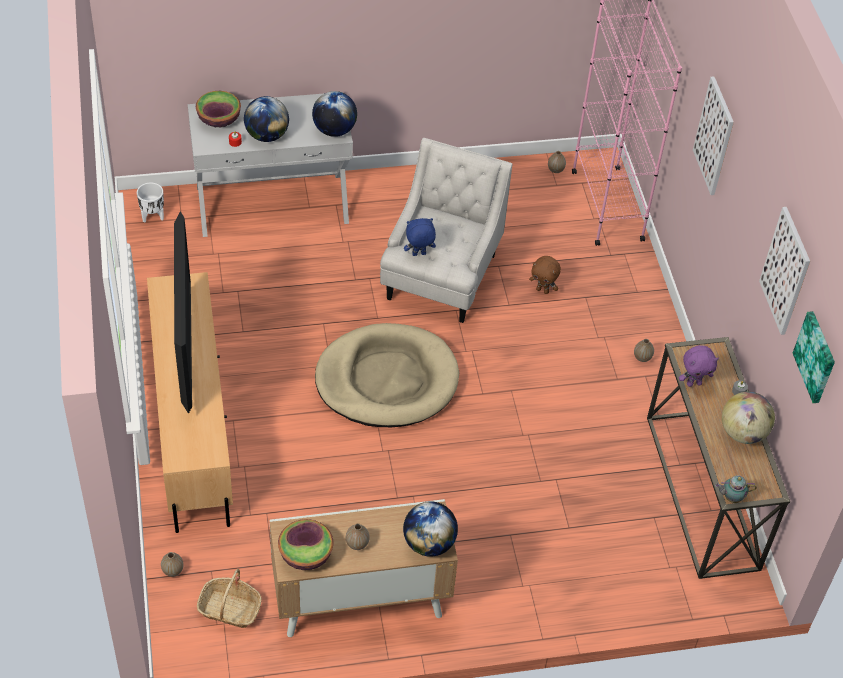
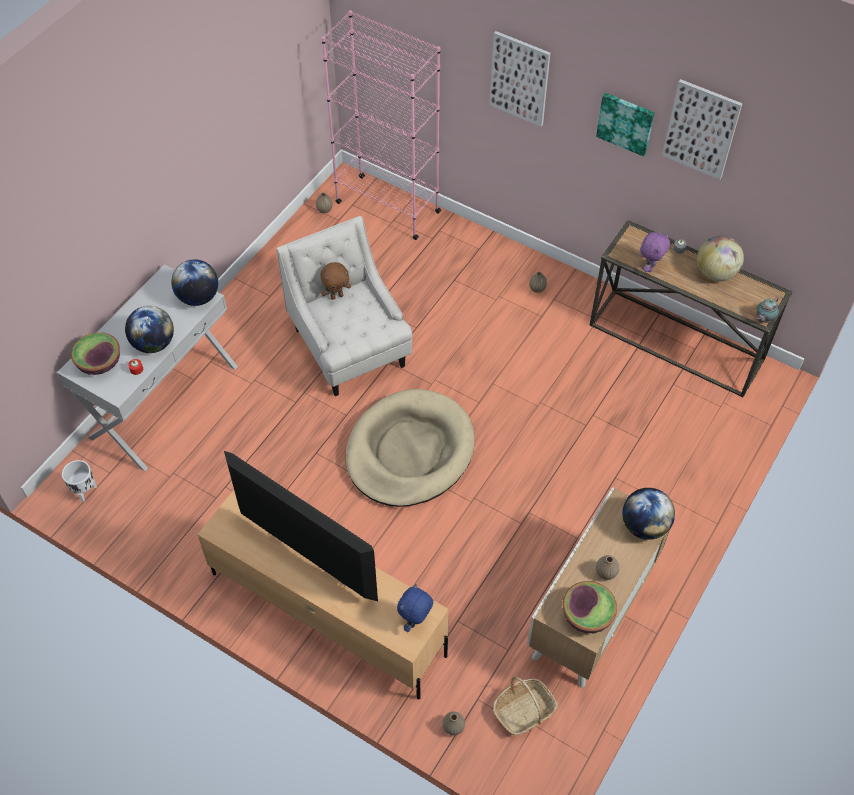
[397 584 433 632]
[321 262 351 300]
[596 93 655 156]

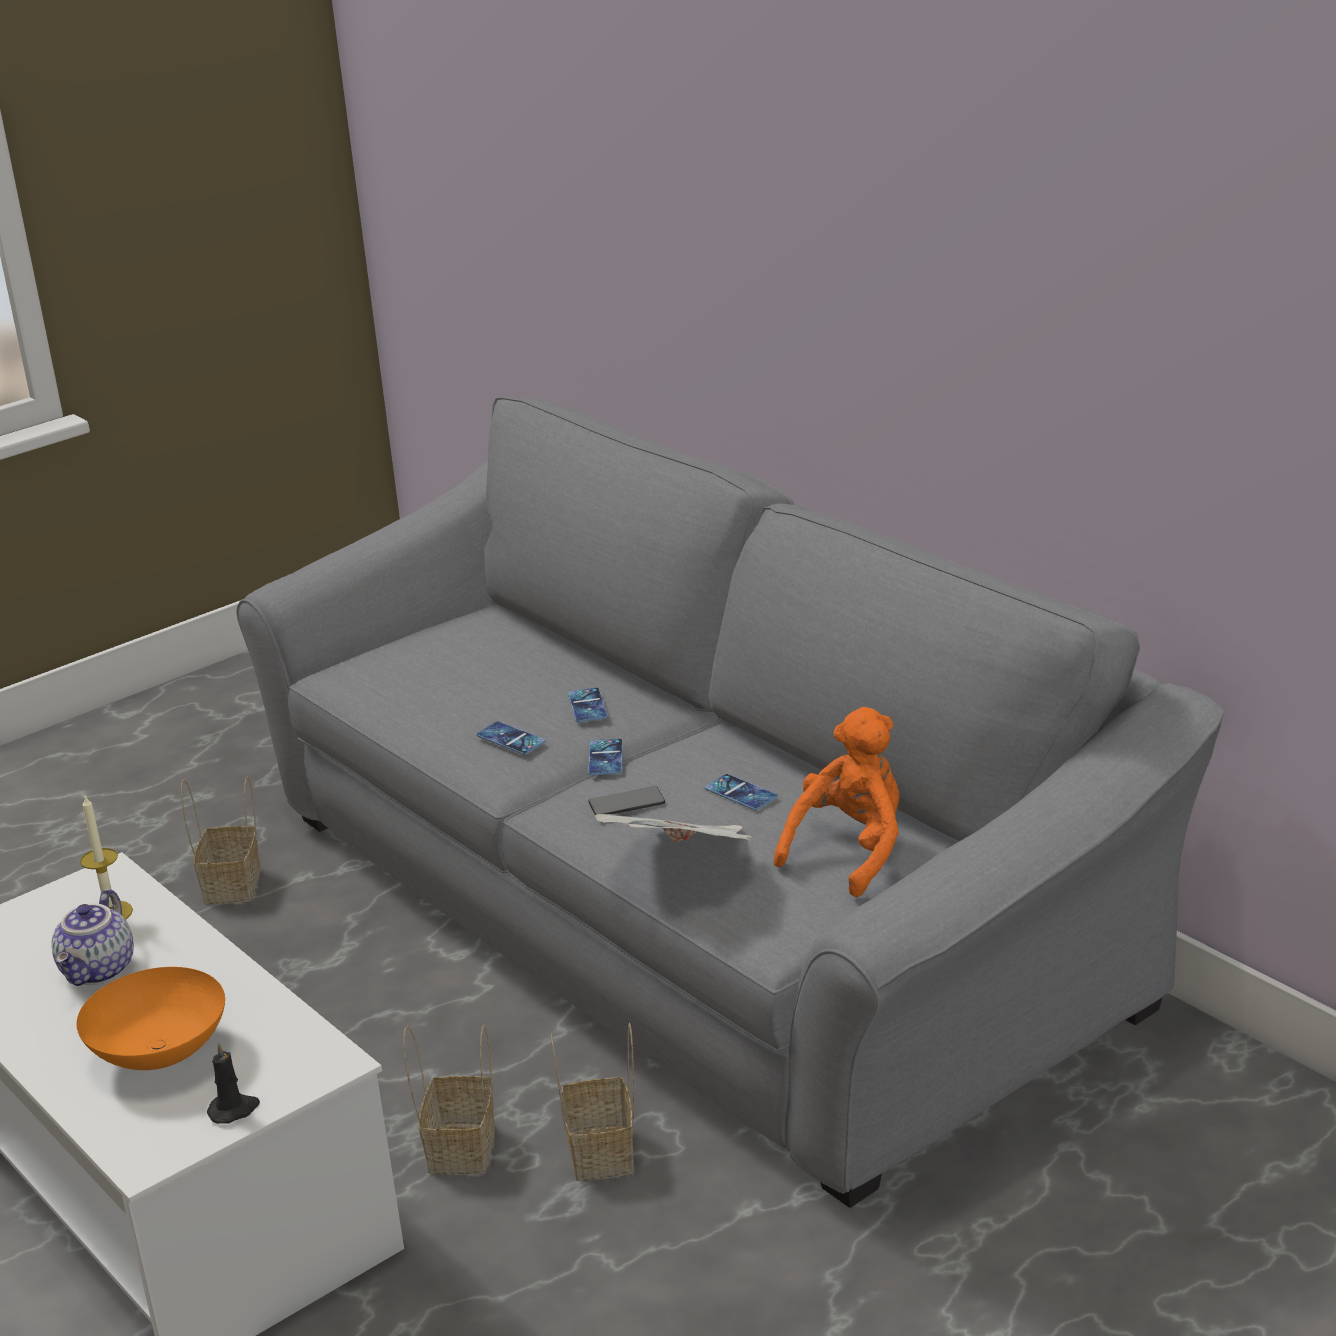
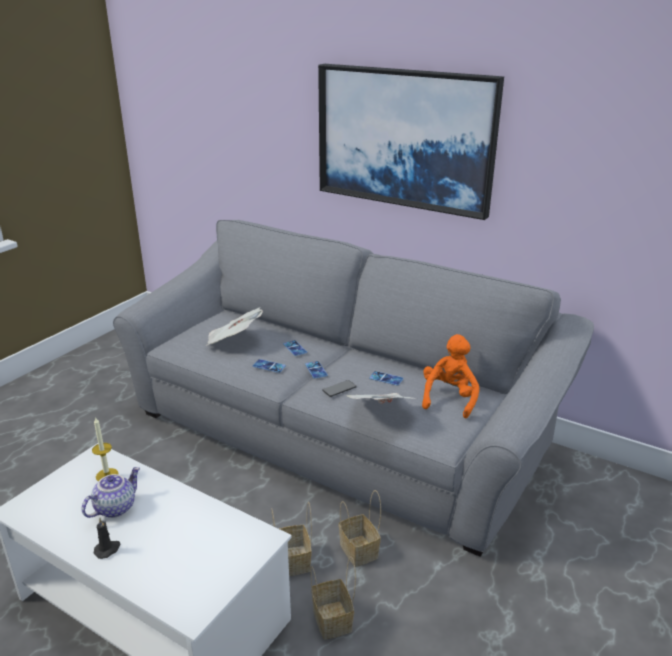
[82 467 140 518]
[76 967 225 1070] (first image)
[311 556 356 640]
[94 518 120 559]
[206 307 263 346]
[318 64 504 220]

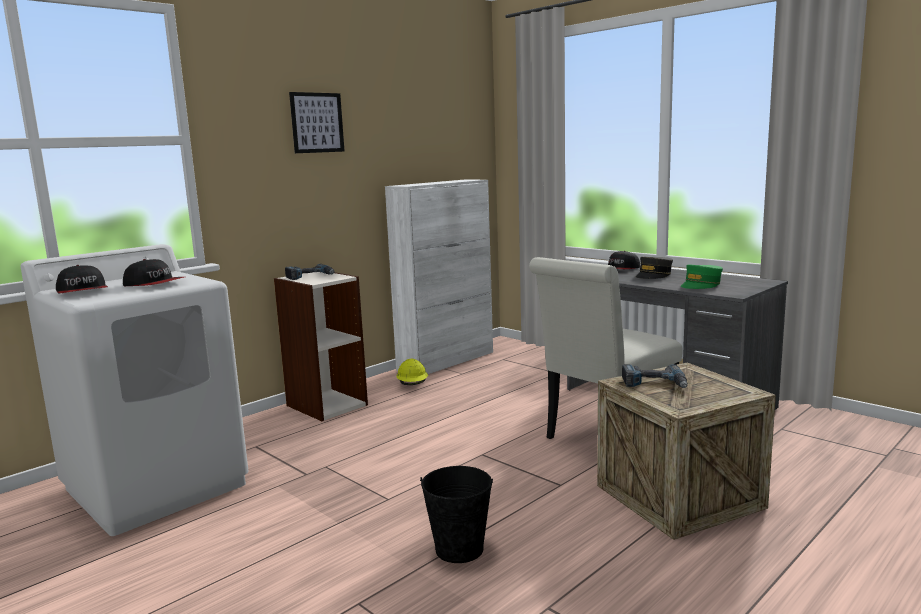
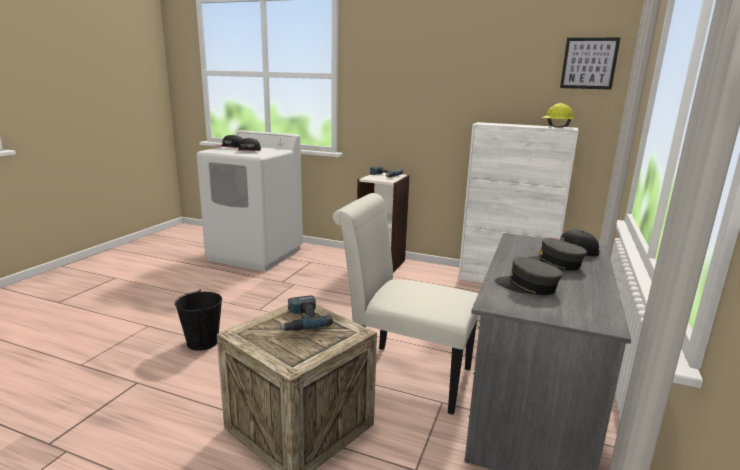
[560 38 620 90]
[542 103 574 127]
[495 257 563 295]

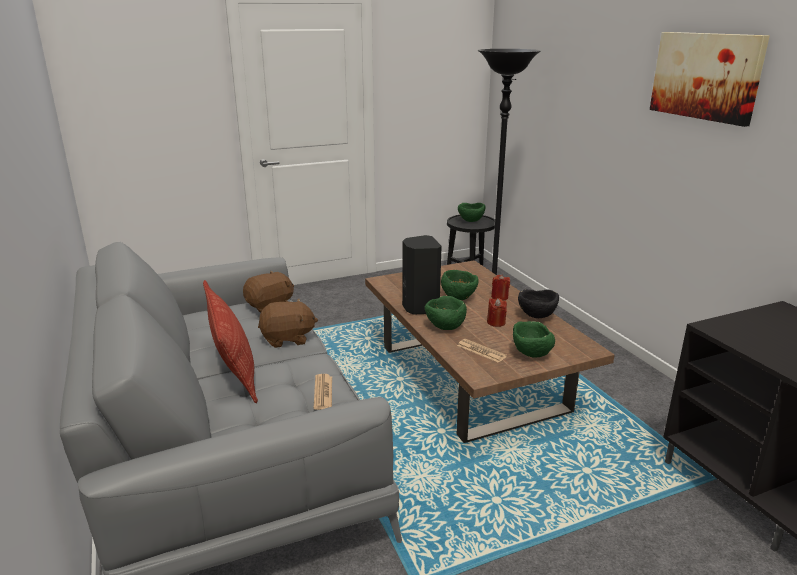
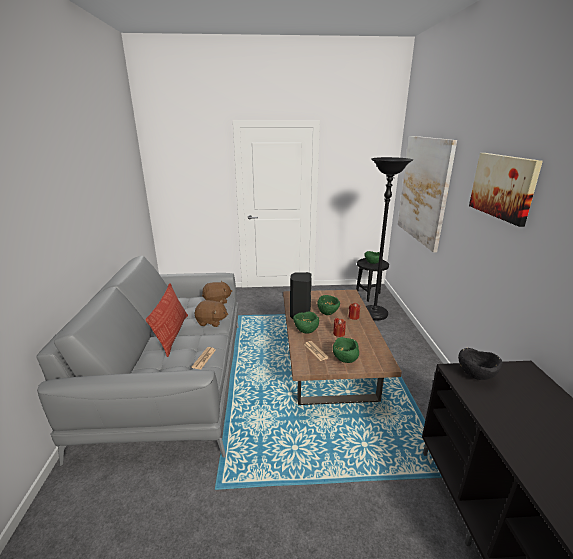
[458 348 503 380]
[398 136 457 253]

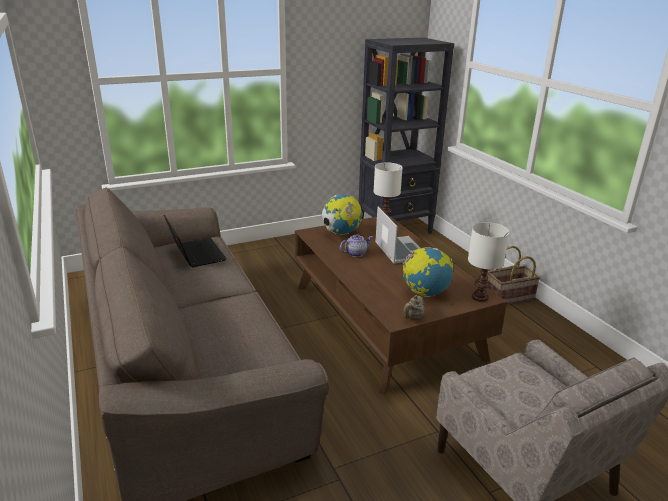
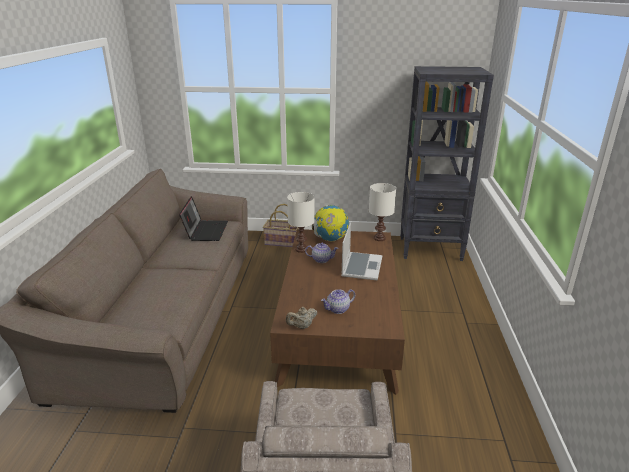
[321 289 355 314]
[287 192 315 253]
[263 204 299 247]

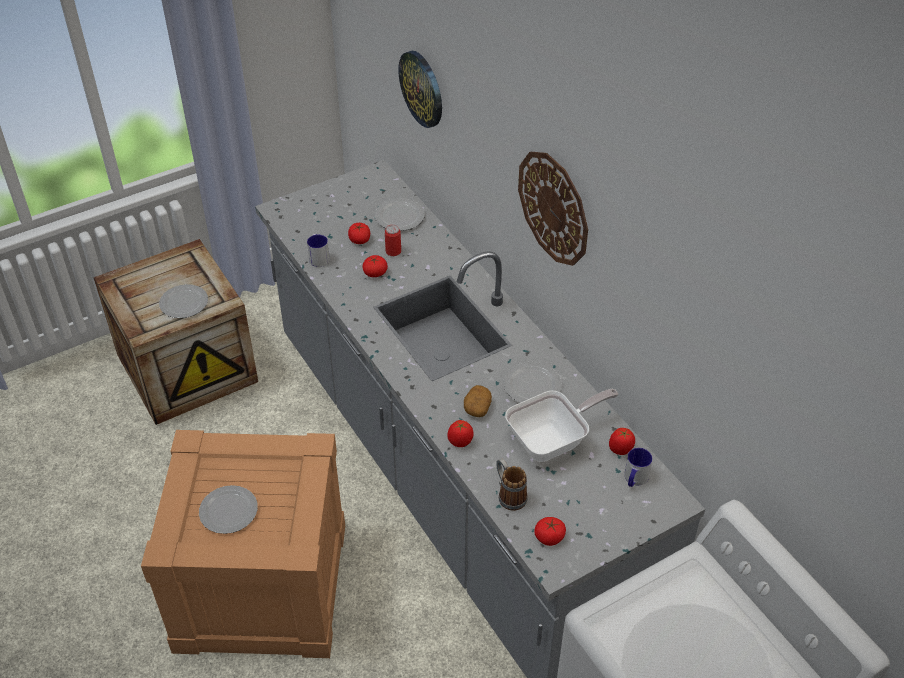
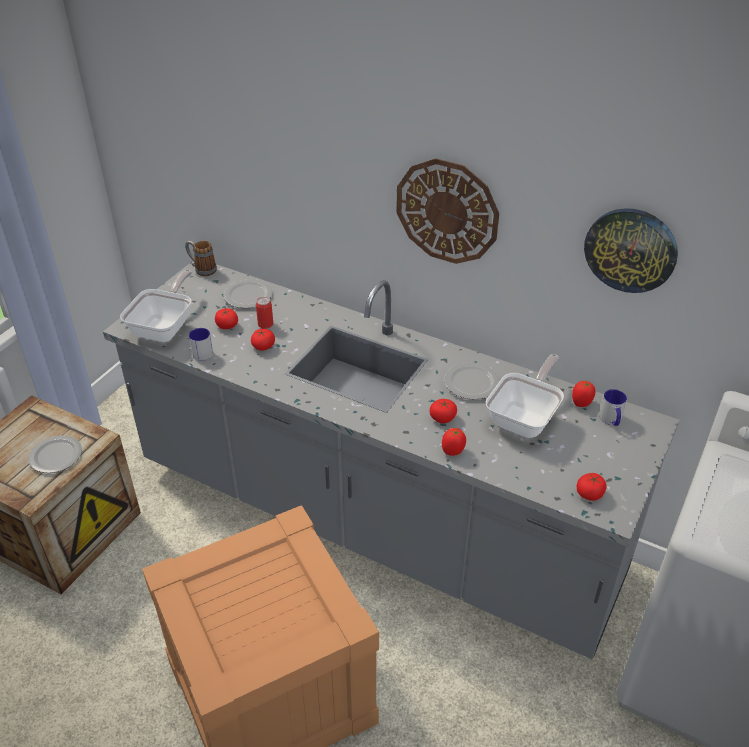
[199 485 258 534] (first image)
[584 208 678 293]
[429 399 457 423]
[185 241 217 276]
[120 270 192 342]

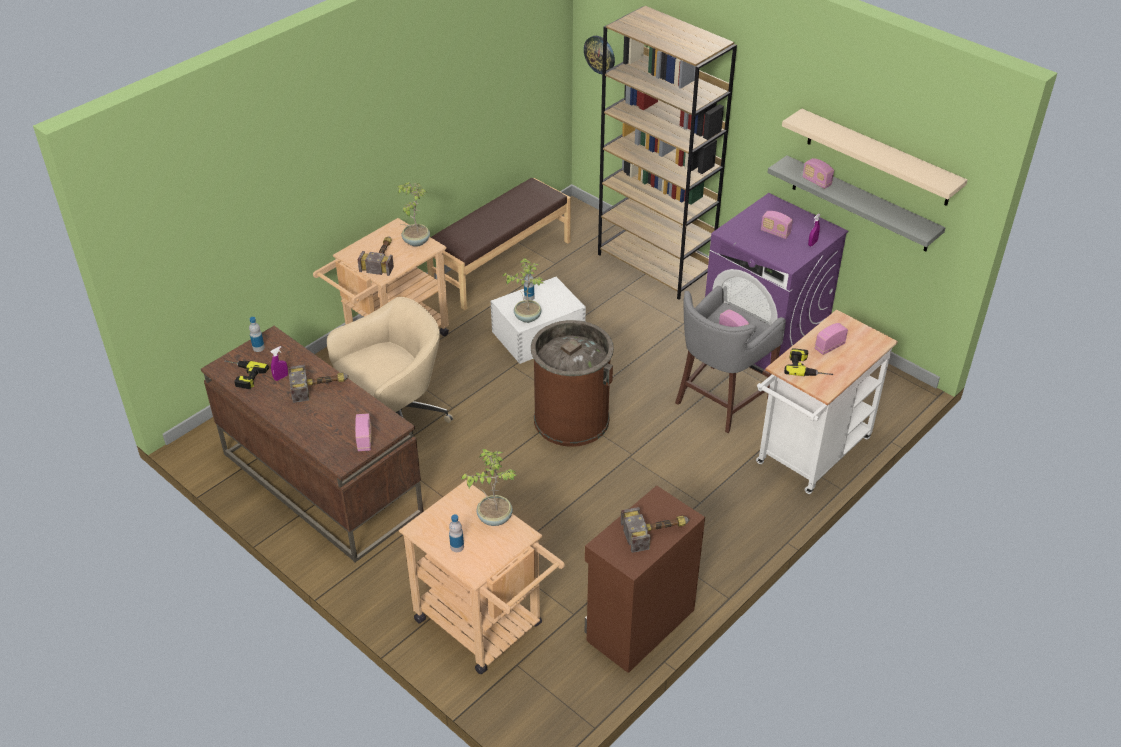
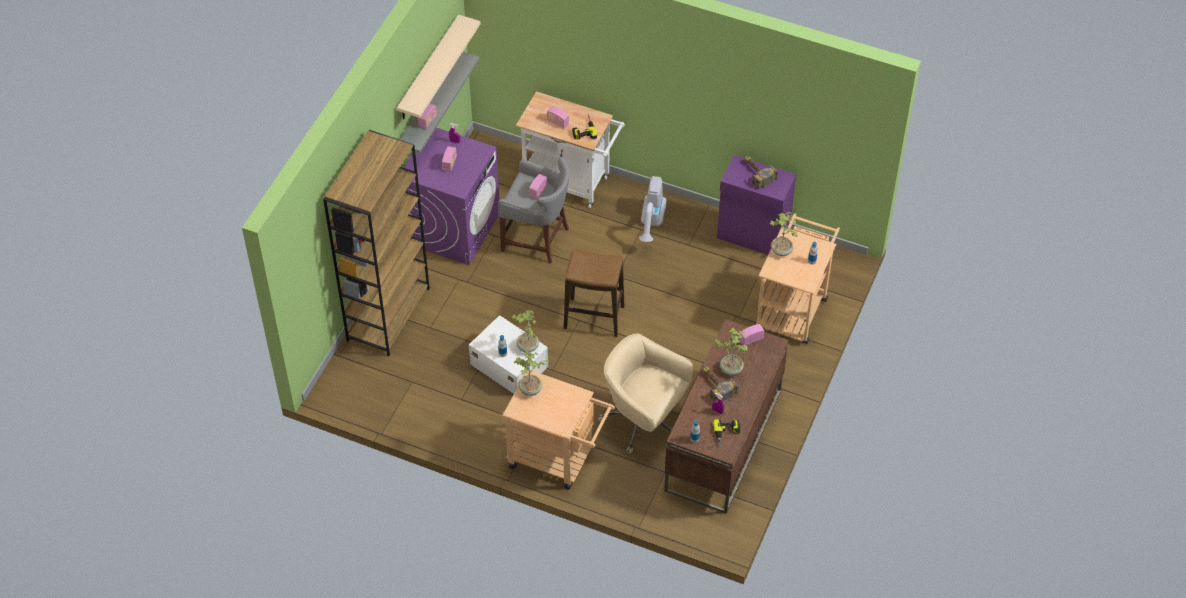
[358 236 394 276] (first image)
[427 178 571 310] (first image)
[564 249 624 337]
[584 36 615 74] (first image)
[717 155 796 255]
[639 176 666 242]
[713 328 748 376]

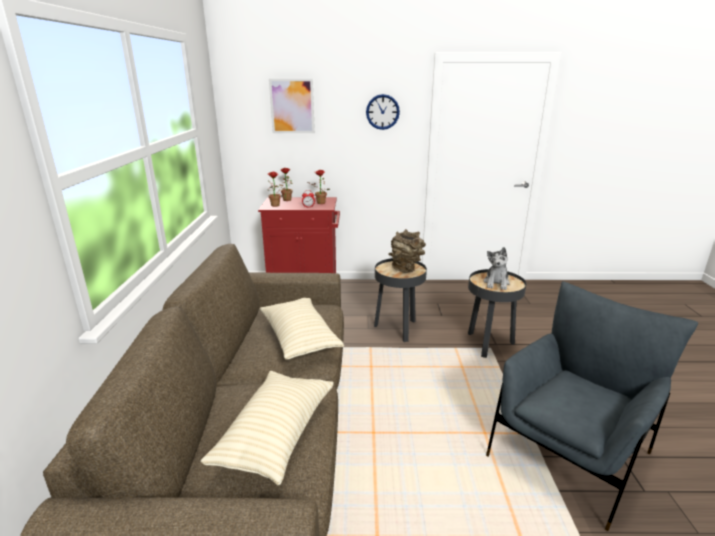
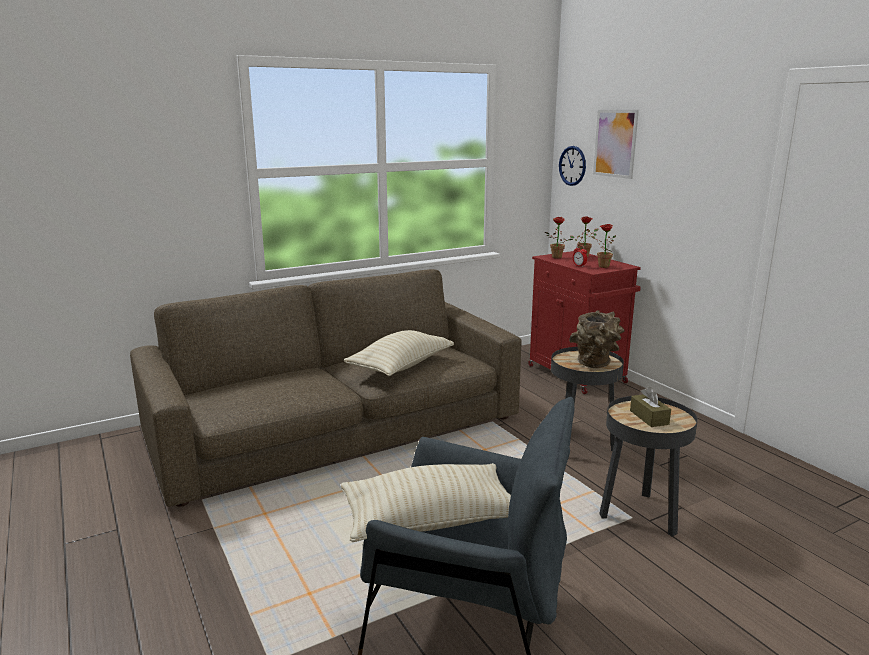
[341 463 511 542]
[559 146 586 186]
[630 387 671 427]

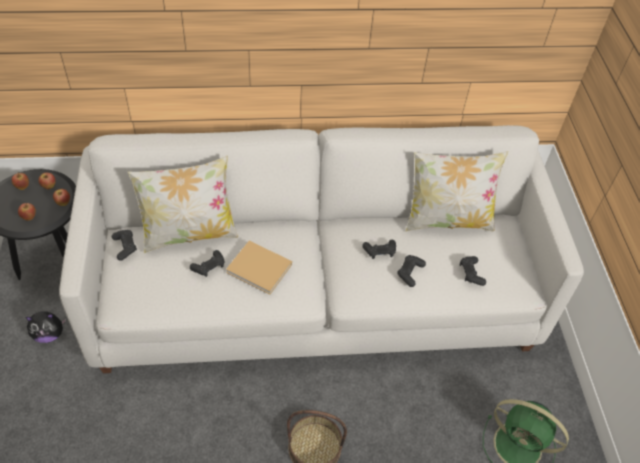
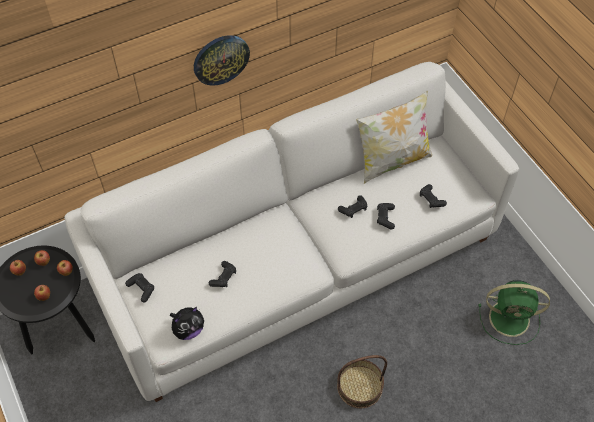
[170 307 204 340]
[128 155 238 253] (first image)
[226 241 292 295] (first image)
[194 35 250 86]

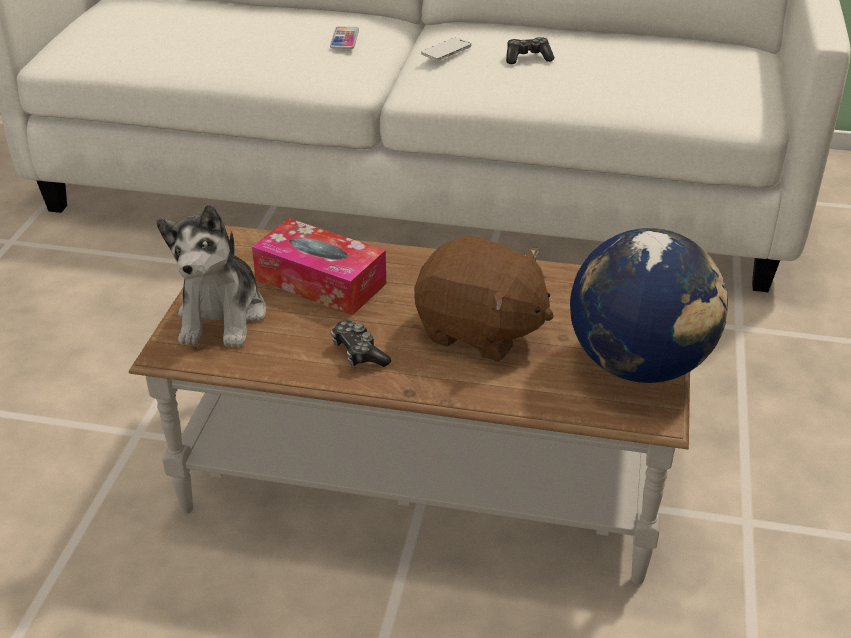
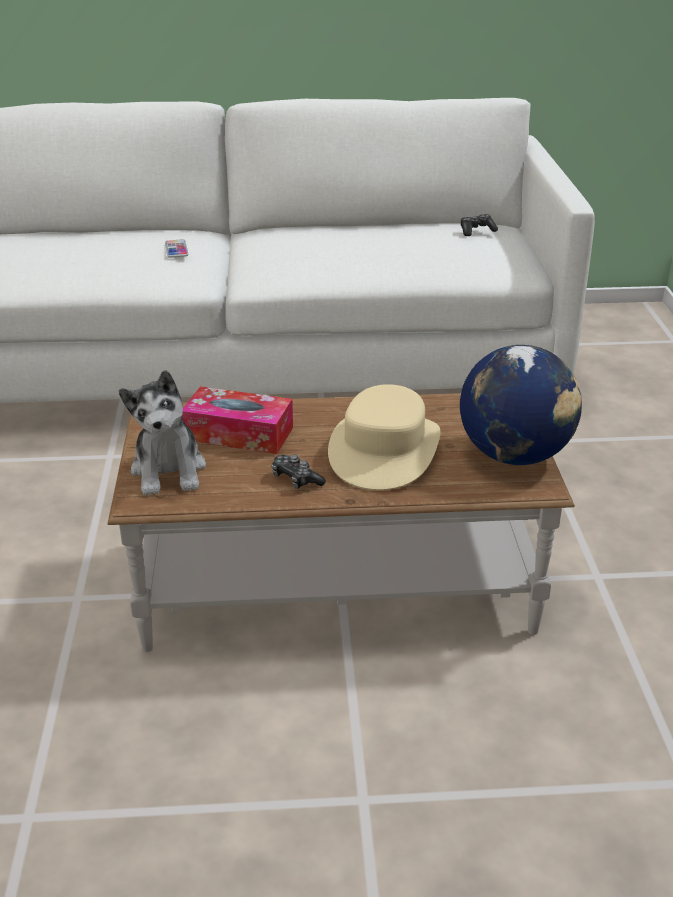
[328 384 440 491]
[421 38 471 61] (first image)
[461 214 498 236]

